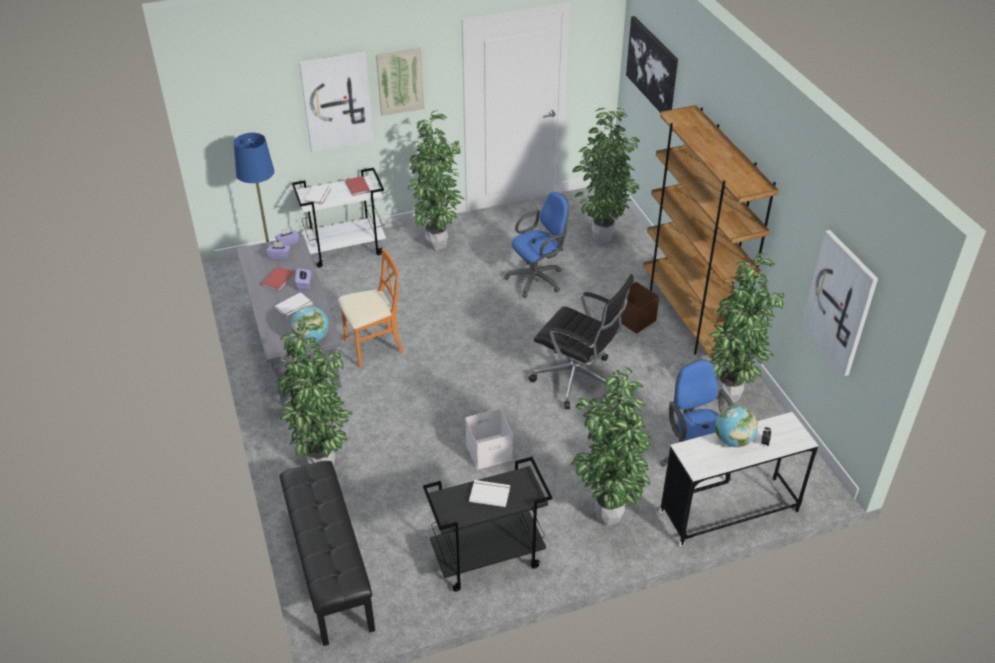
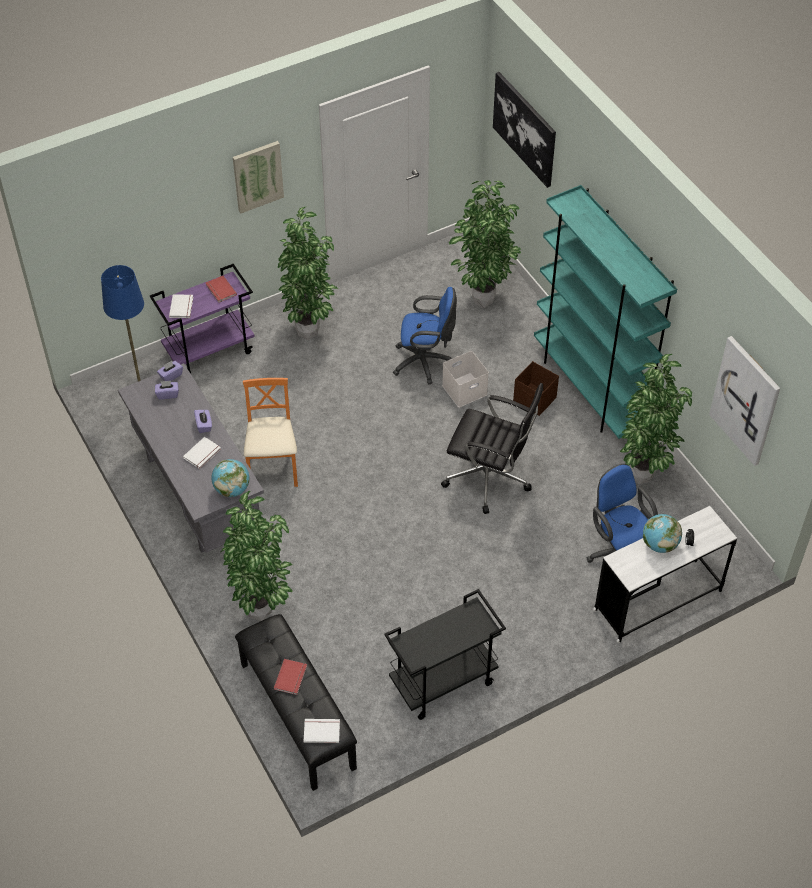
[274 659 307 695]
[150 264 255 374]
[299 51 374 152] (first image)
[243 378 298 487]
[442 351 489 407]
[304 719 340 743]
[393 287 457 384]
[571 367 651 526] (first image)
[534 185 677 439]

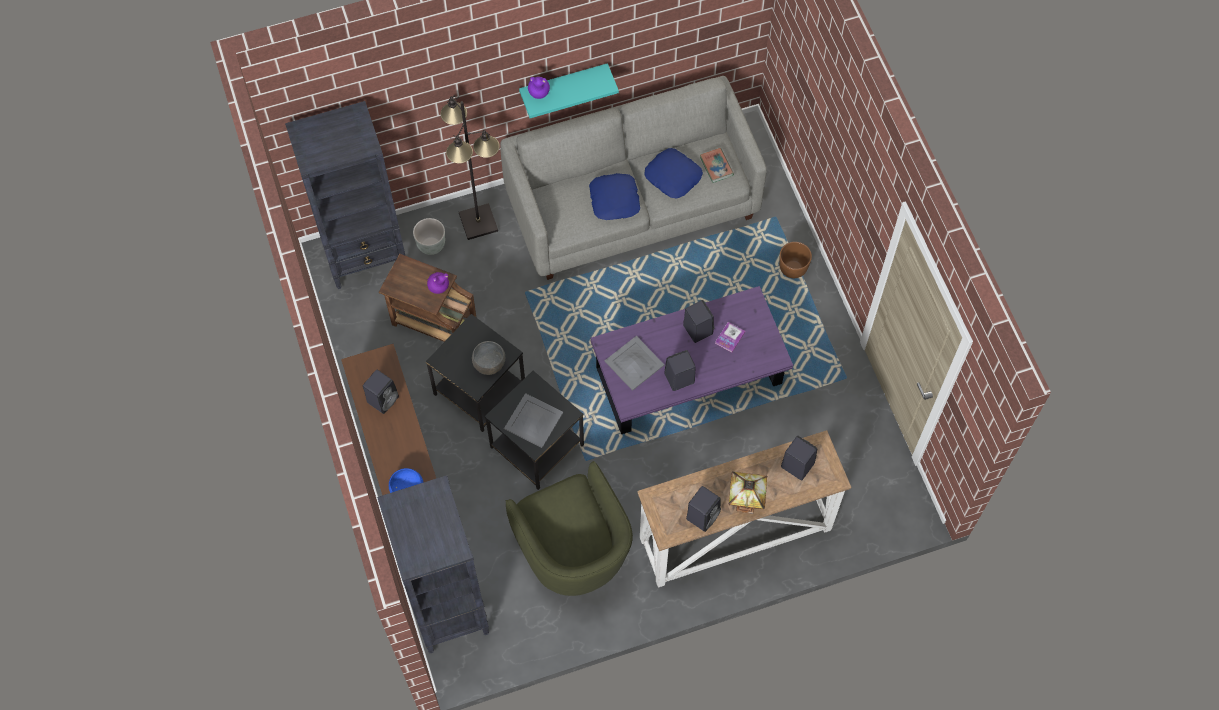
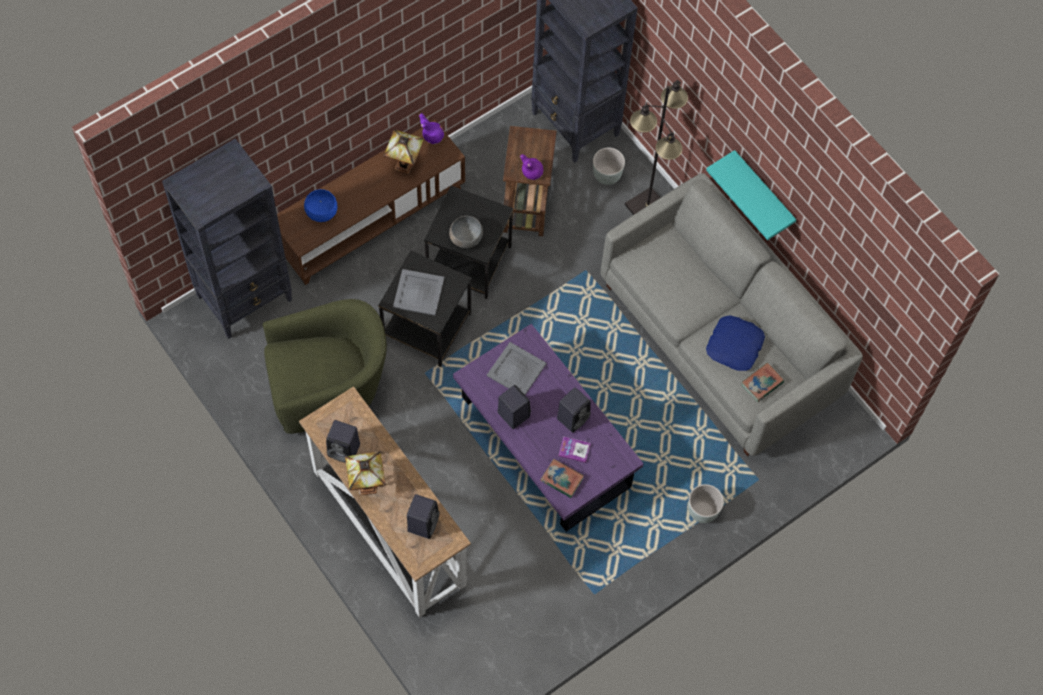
[383 130 424 174]
[263 299 387 434]
[419 113 444 144]
[589 173 640 220] (first image)
[688 484 724 523]
[540 459 584 498]

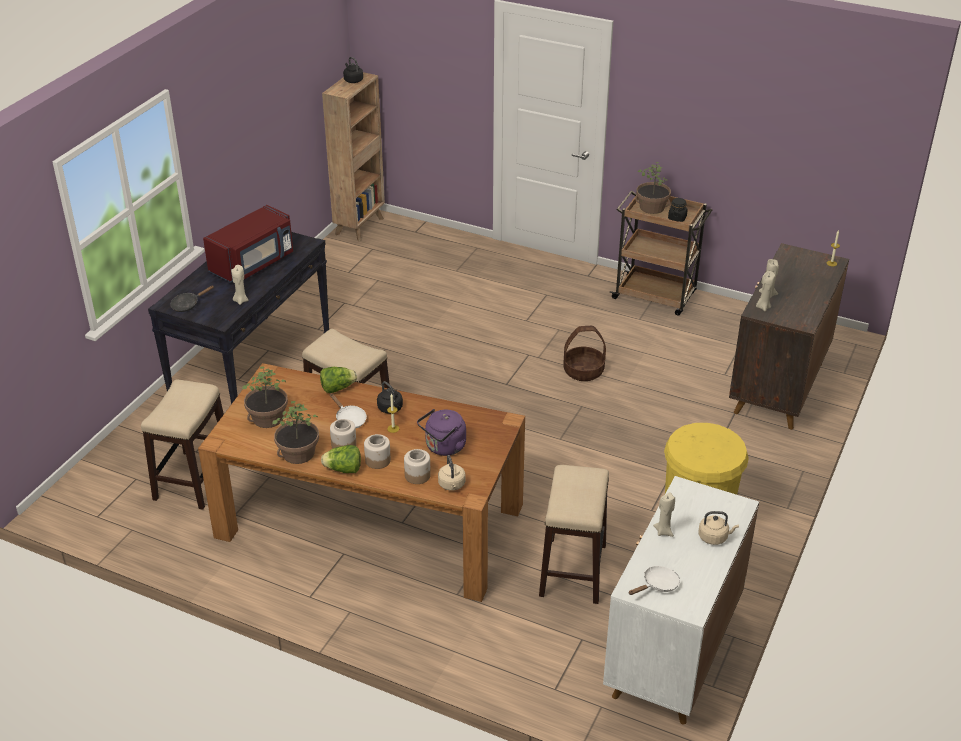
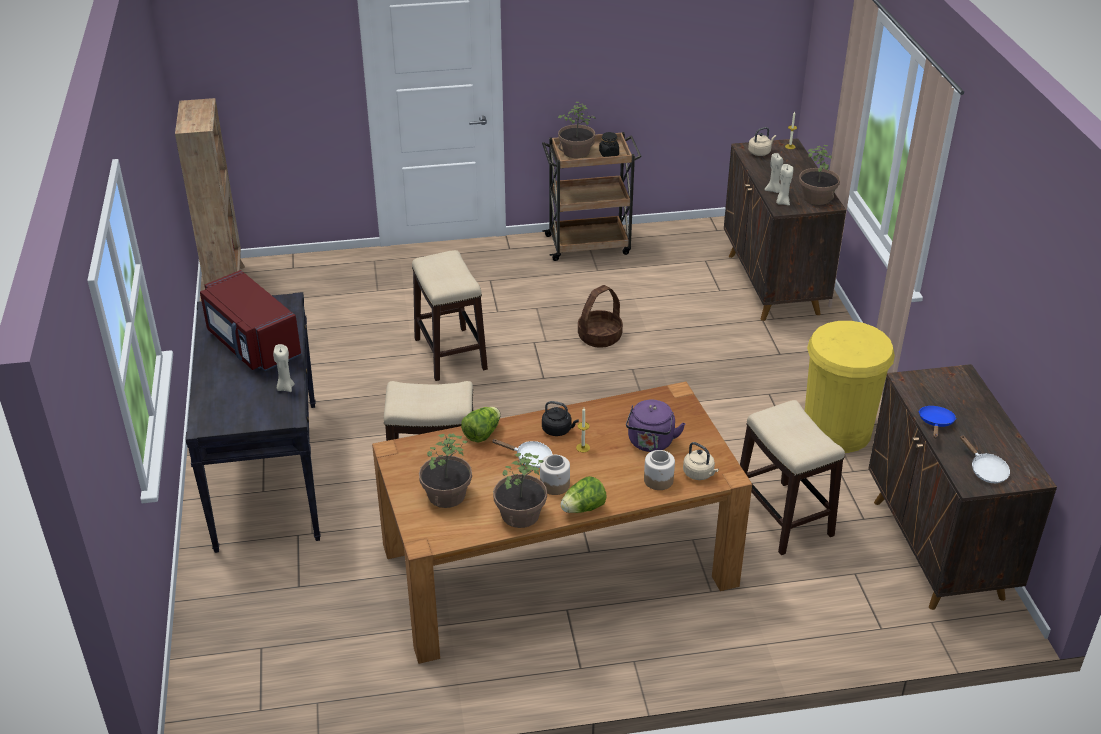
[412 250 488 381]
[170 285 214 312] (first image)
[200 270 301 371]
[343 57 363 83] (first image)
[364 434 391 469] (first image)
[868 364 1057 610]
[960 435 1010 483]
[918 406 956 438]
[748 127 776 156]
[799 145 840 205]

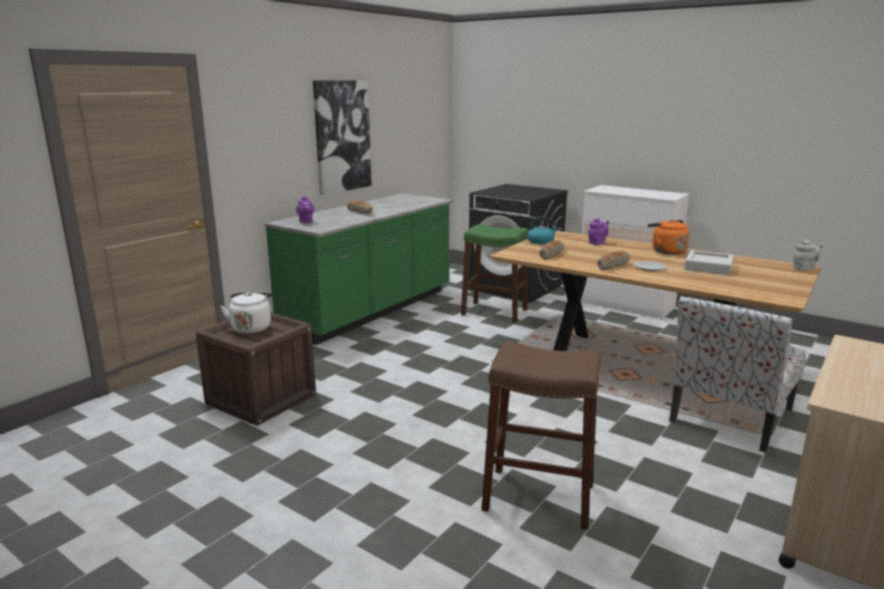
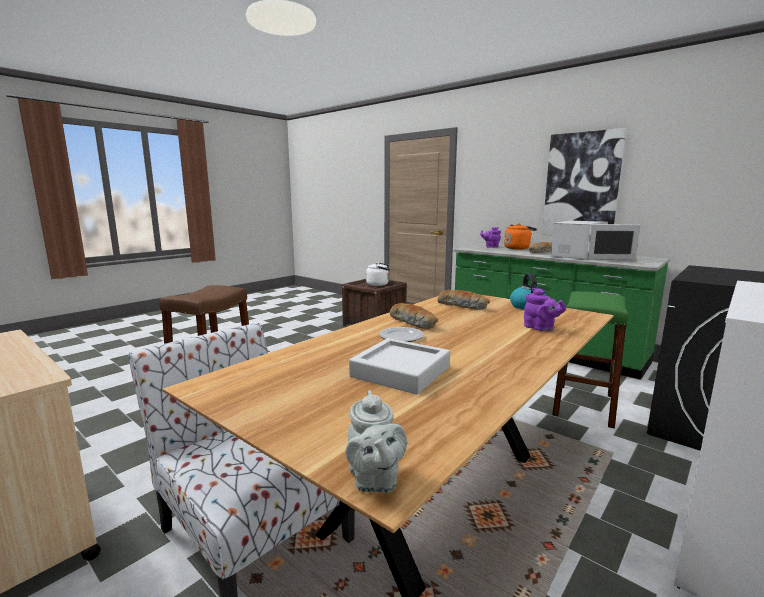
[504 223 537 249]
[551 221 640 260]

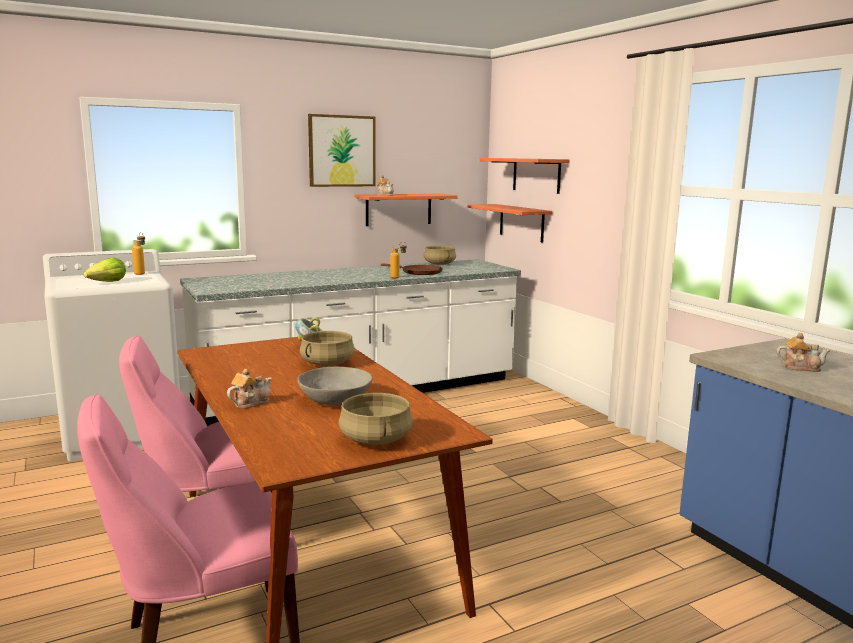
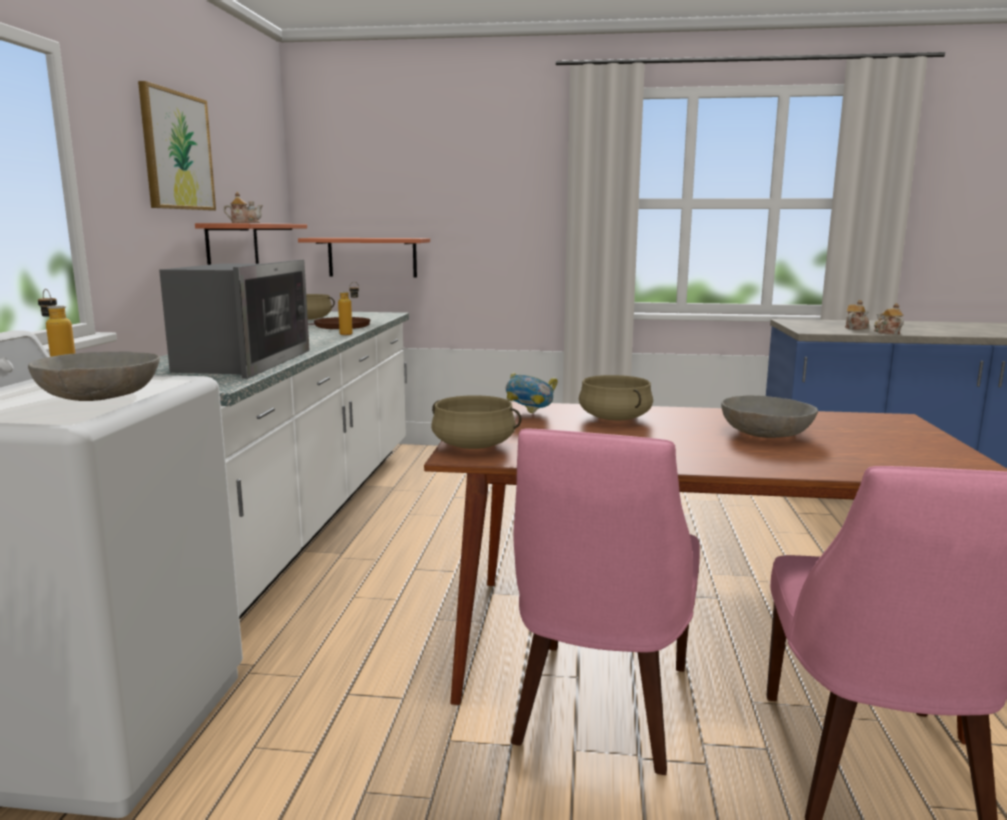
[28 351 160 401]
[874 303 904 334]
[431 395 522 449]
[479 158 570 194] (first image)
[159 260 310 379]

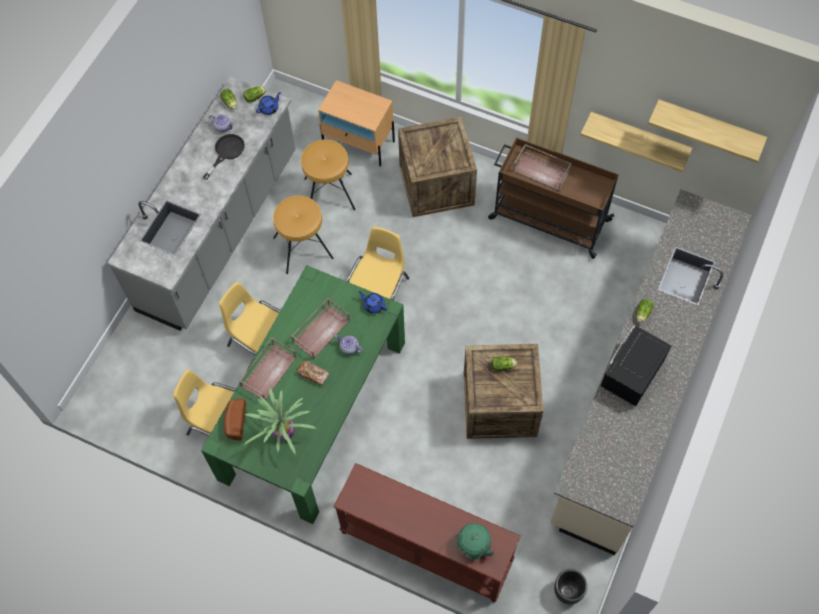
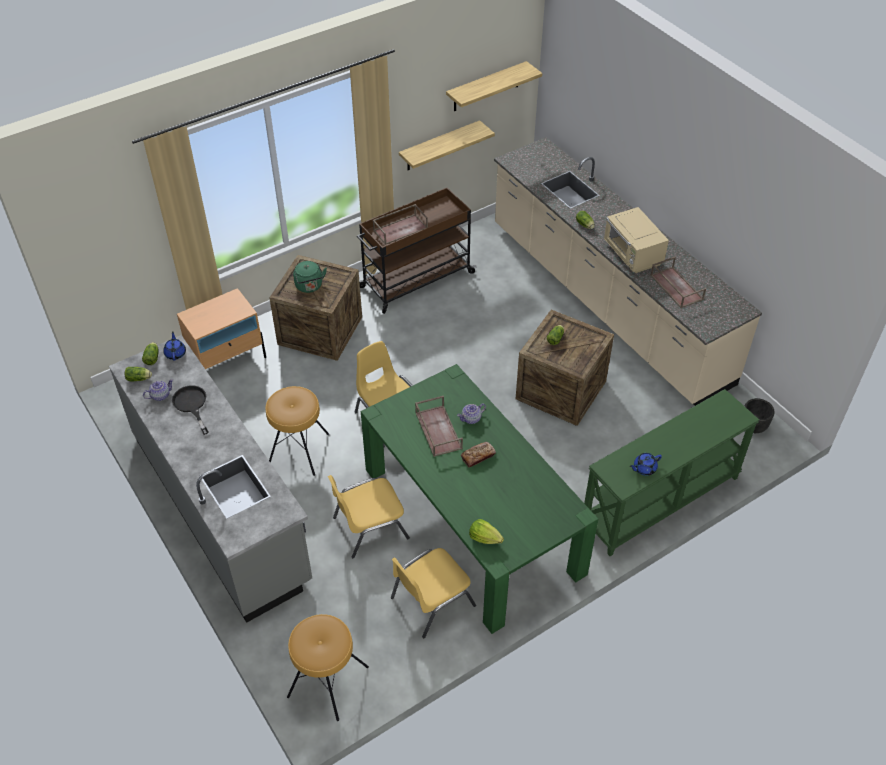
[469 519 504 544]
[650 257 706 308]
[243 389 316 455] (first image)
[287 614 369 721]
[584 389 759 556]
[630 453 662 476]
[293 261 327 293]
[604 207 669 273]

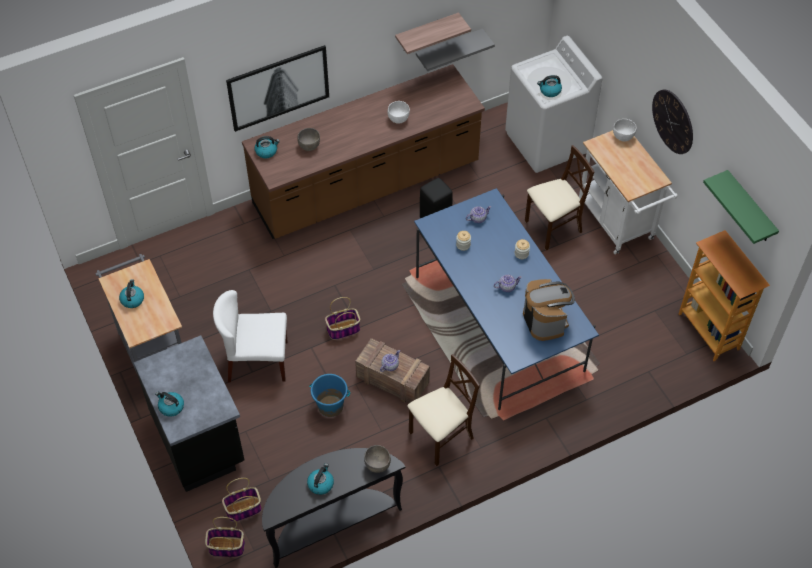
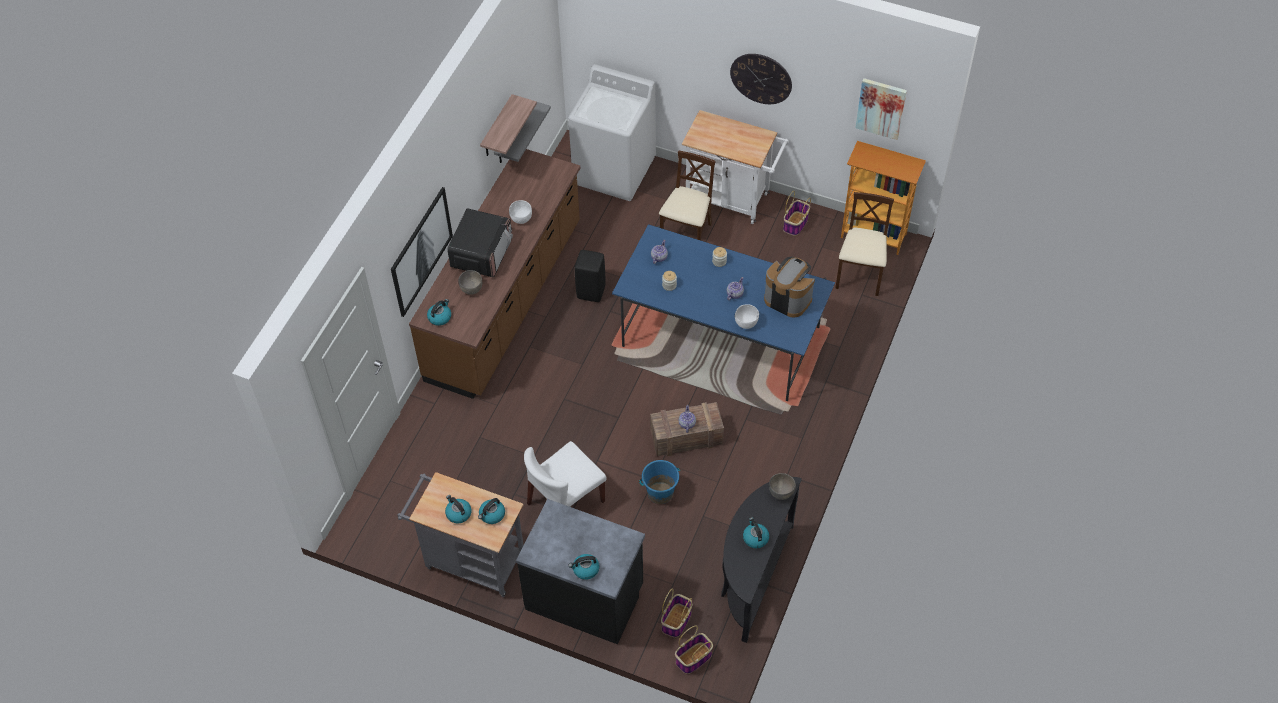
[783 191 811 236]
[835 192 894 296]
[478 498 505 524]
[735 304 759 329]
[855 78 907 140]
[447 208 513 278]

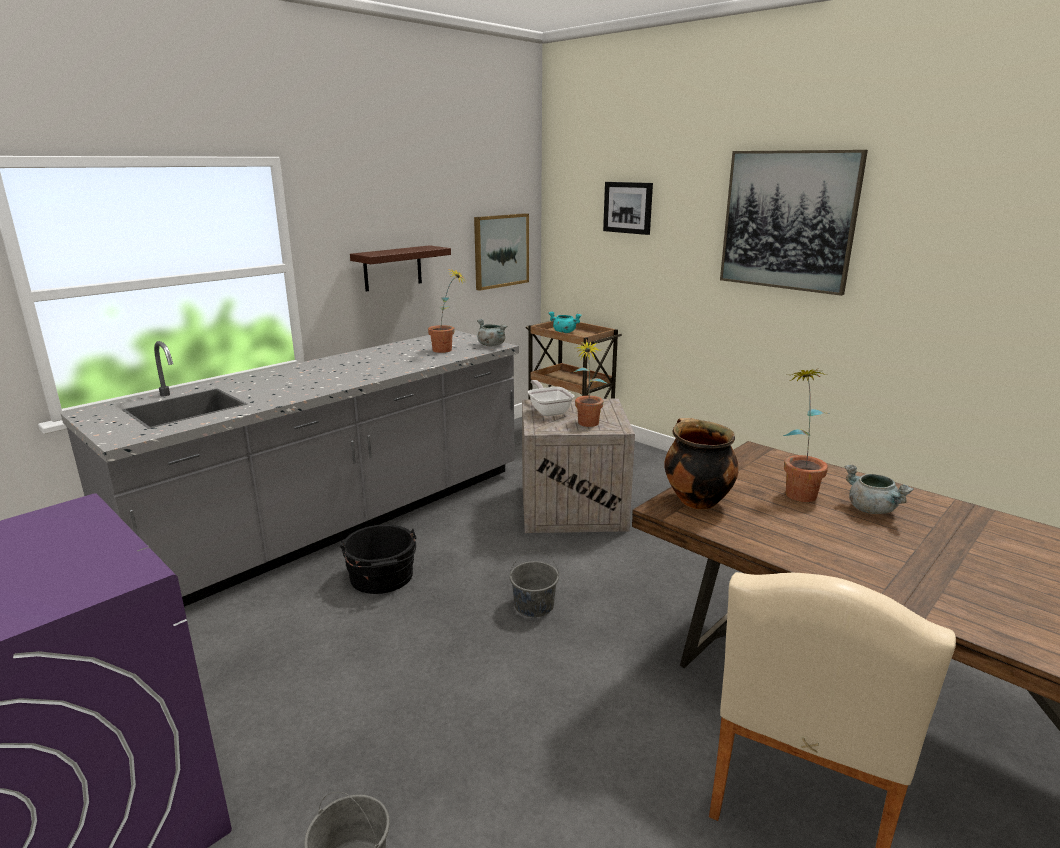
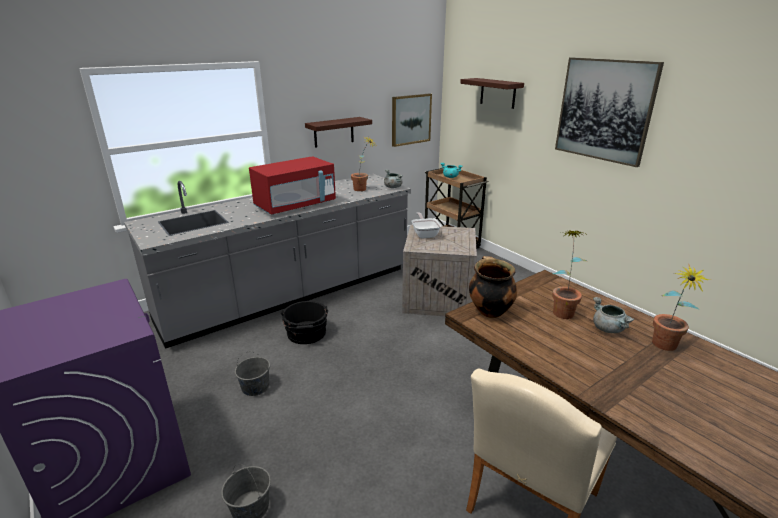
[235 351 270 396]
[652 264 711 351]
[460 78 524 109]
[249 156 336 214]

